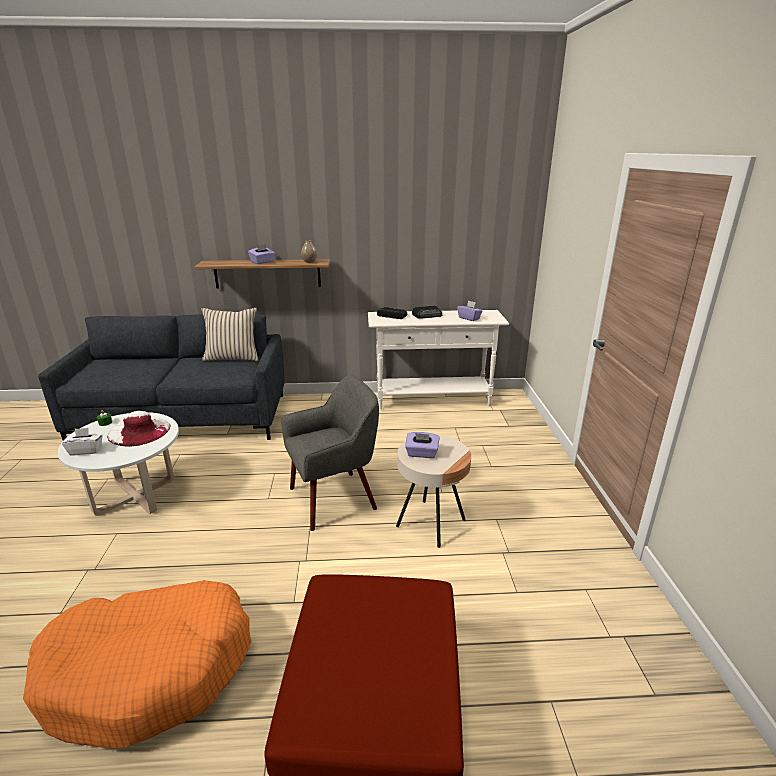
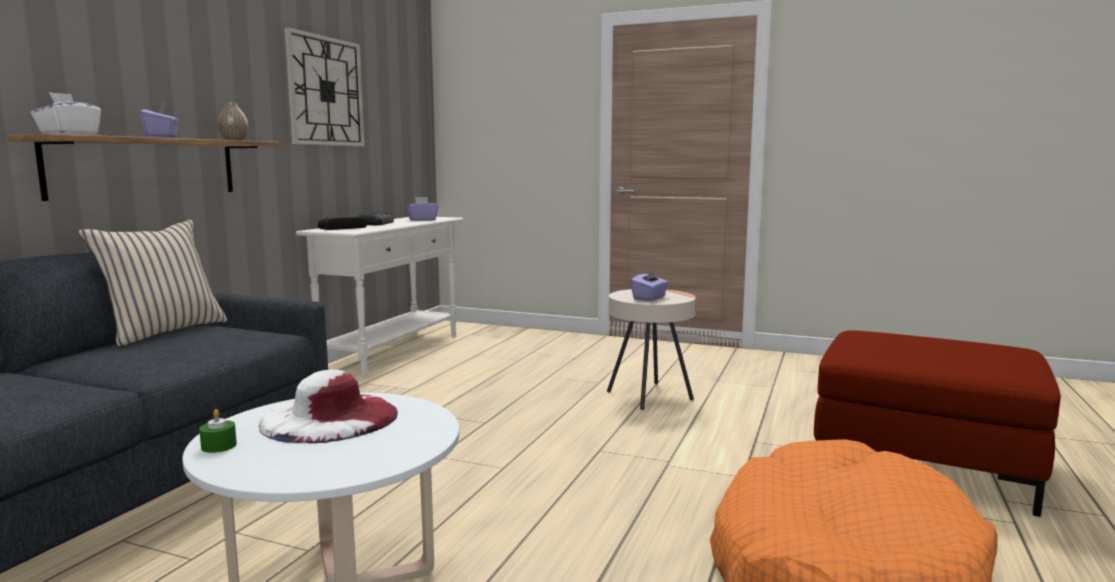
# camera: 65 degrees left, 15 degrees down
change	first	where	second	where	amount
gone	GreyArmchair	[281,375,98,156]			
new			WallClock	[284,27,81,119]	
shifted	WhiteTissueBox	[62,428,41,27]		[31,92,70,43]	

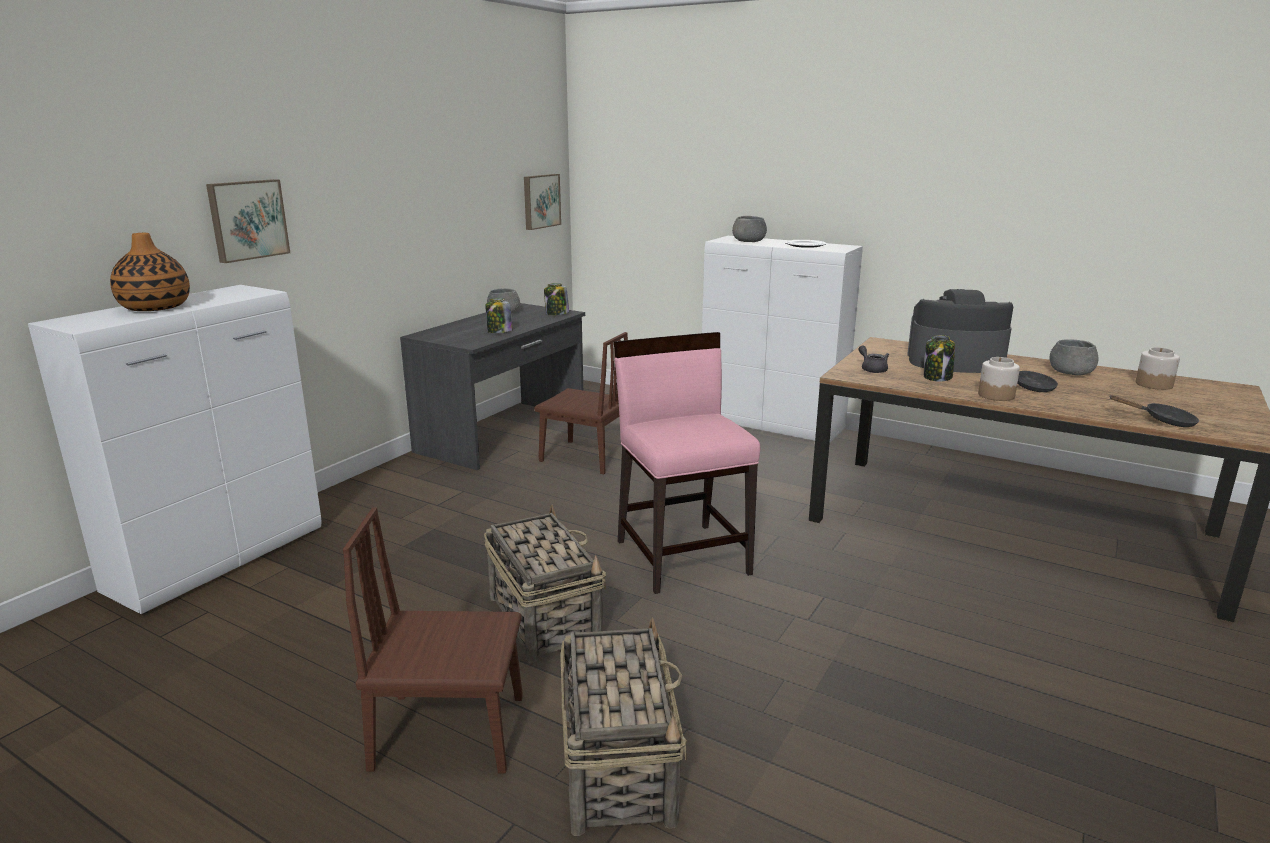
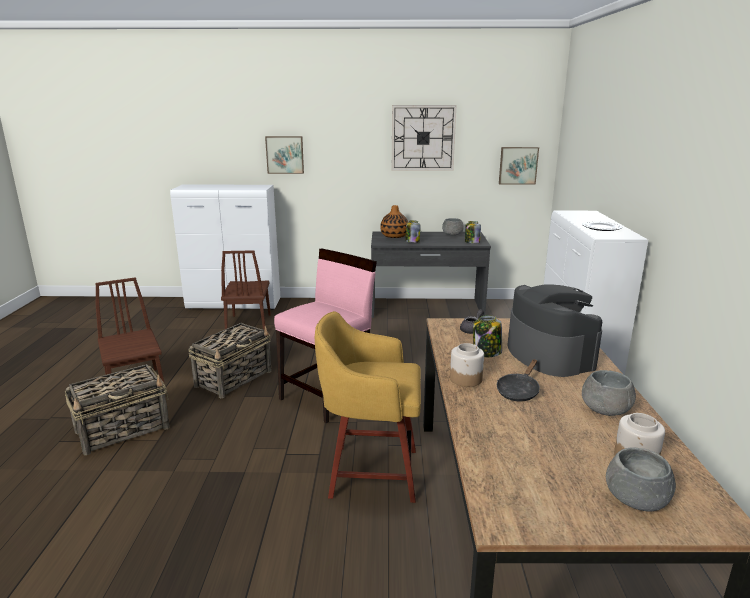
# camera: 60 degrees right, 0 degrees up
change	first	where	second	where	amount
gone	BlackFryingPan	[1110,395,89,32]			
new			YellowStool	[315,311,106,192]	
new			WallClock	[392,105,64,66]	
shifted	Vase	[110,233,80,78]		[380,205,28,33]	
shifted	BrownChair	[534,332,94,142]		[221,250,50,80]	
shifted	GreyBowl	[732,216,35,26]		[606,447,70,65]	

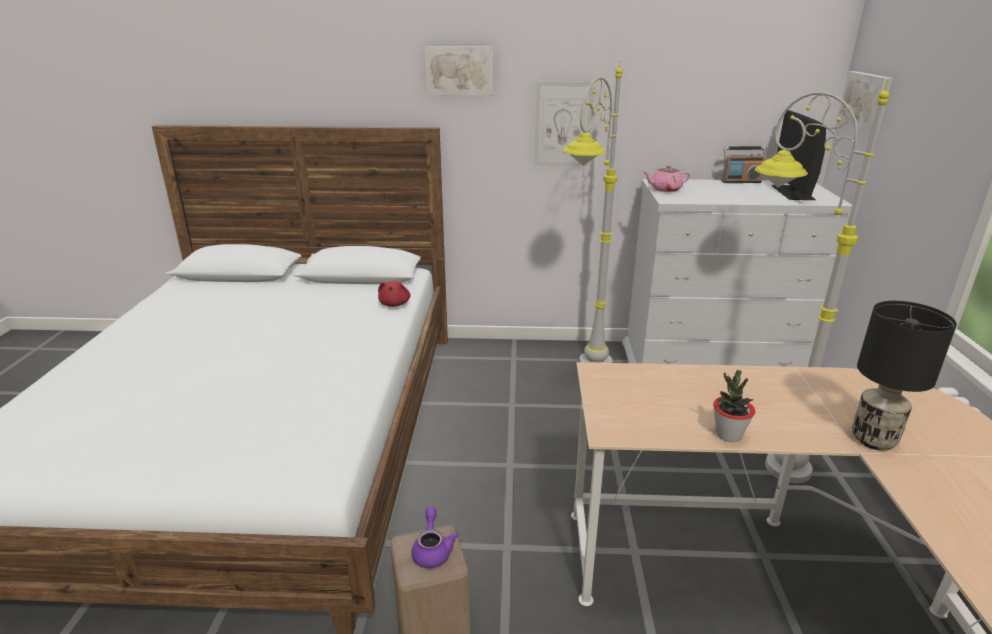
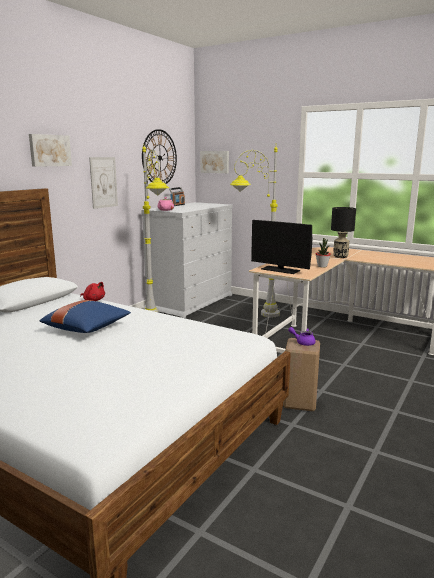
# camera: 60 degrees left, 10 degrees down
change	first	where	second	where	amount
new			BluePillow	[40,300,91,33]	
new			WallClock	[142,129,35,55]	
shifted	Monitor	[772,110,54,90]		[251,220,61,54]	

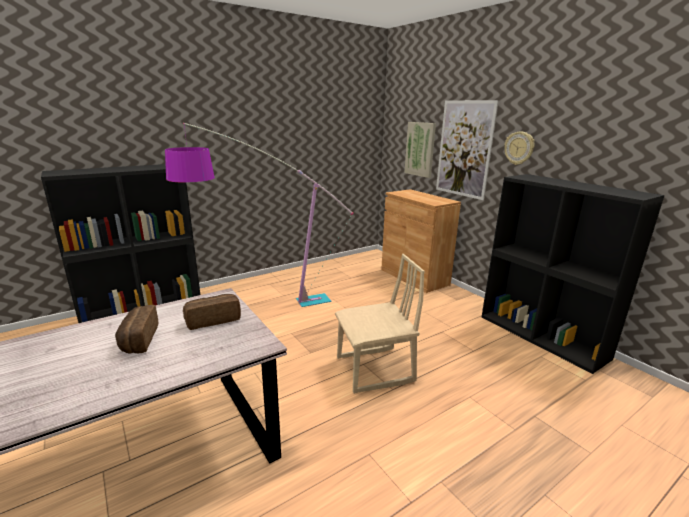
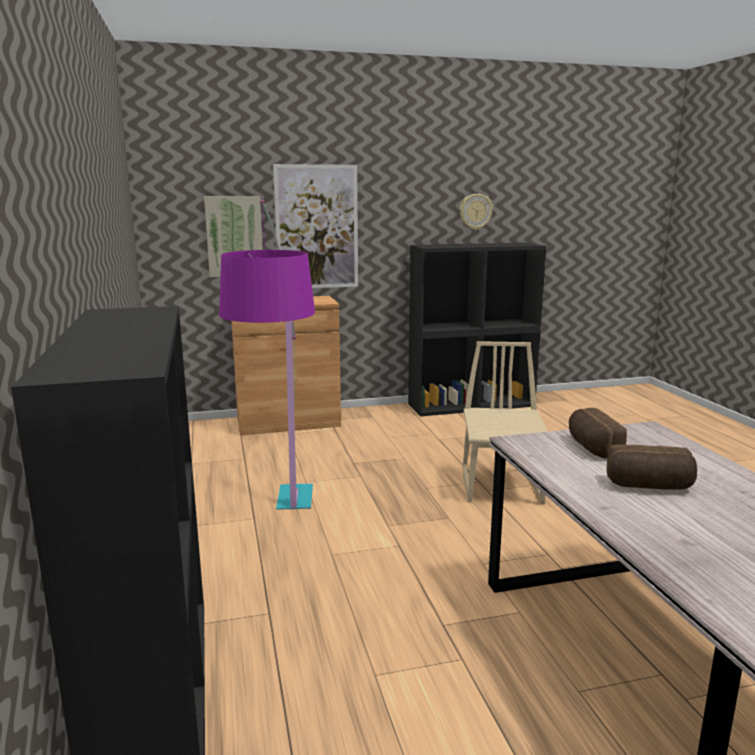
# camera: 70 degrees left, 5 degrees down
change	first	where	second	where	amount
shifted	WallClock	[504,131,31,34]		[460,194,33,36]	

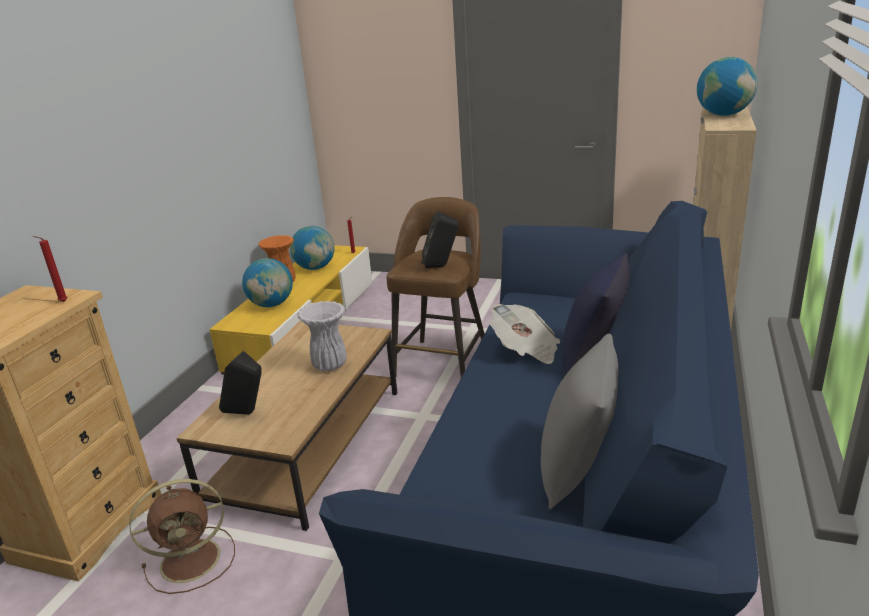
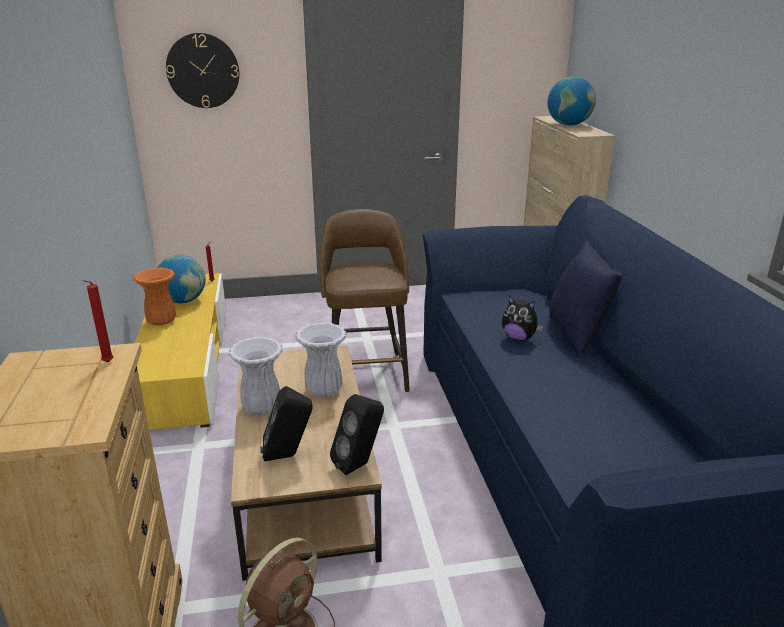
# camera: 30 degrees left, 0 degrees up
change	first	where	second	where	amount
gone	Globe	[242,258,51,49]			
gone	GreyPillow	[541,334,77,176]			
new			WallClock	[166,33,73,75]	
new			WhiteVase	[229,337,54,78]	
shifted	BlackSpeaker	[421,211,38,57]		[330,394,54,81]	
swapped	Newspaper	[489,304,71,60]	PlushToy	[502,296,41,45]	

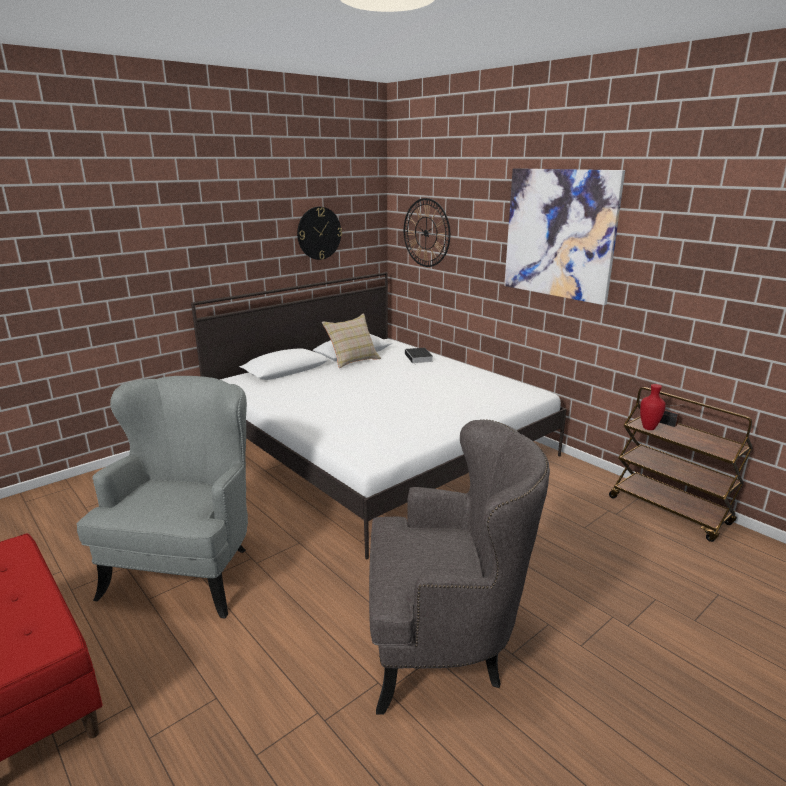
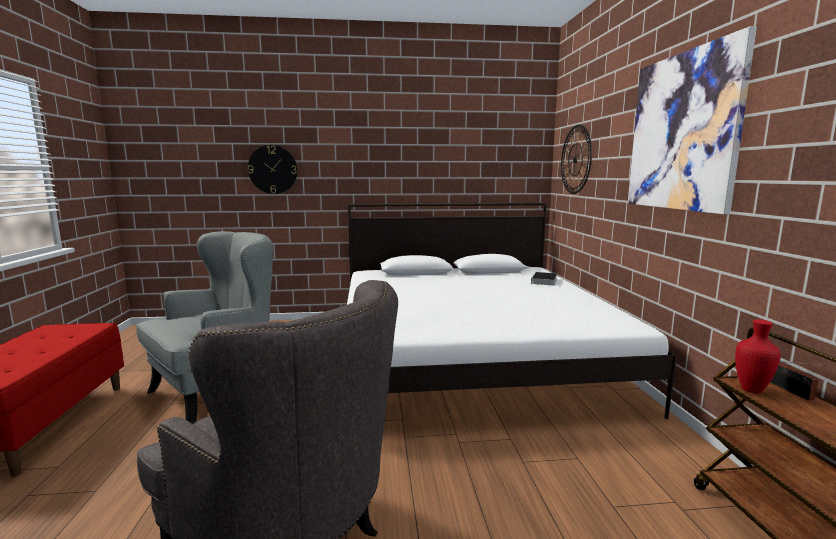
# camera: 35 degrees right, 10 degrees down
change	first	where	second	where	amount
gone	BeigePillow	[322,313,59,55]			
shifted	WallClock	[297,207,45,53]		[248,145,49,49]	

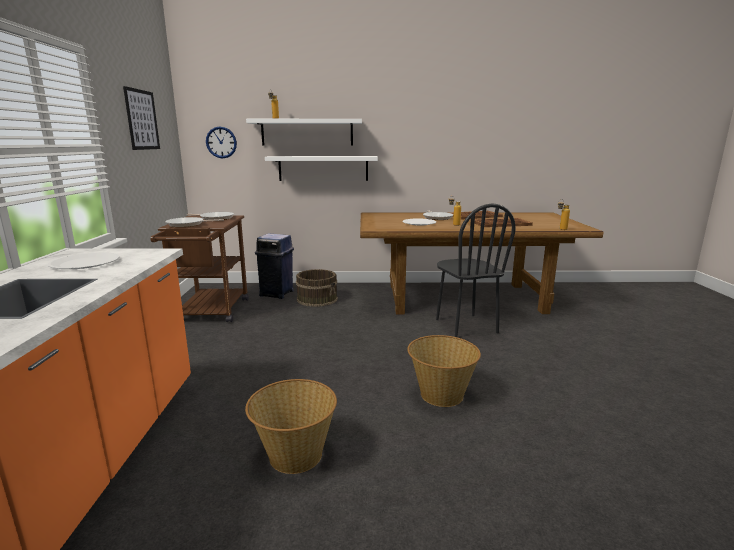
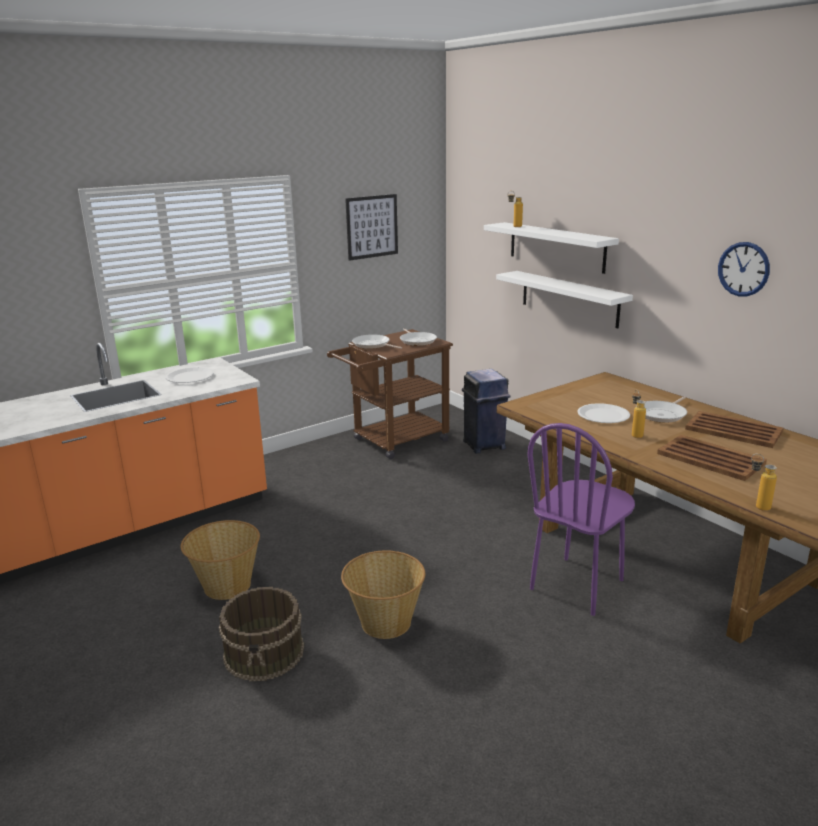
# camera: 55 degrees right, 5 degrees up
change	first	where	second	where	amount
shifted	WallClock	[206,126,31,32]		[718,242,52,55]	
shifted	BrownBucket	[296,269,42,38]		[219,587,85,94]	
repainted	BlackChair	[436,204,80,133]	PurpleChair	[527,423,108,193]	

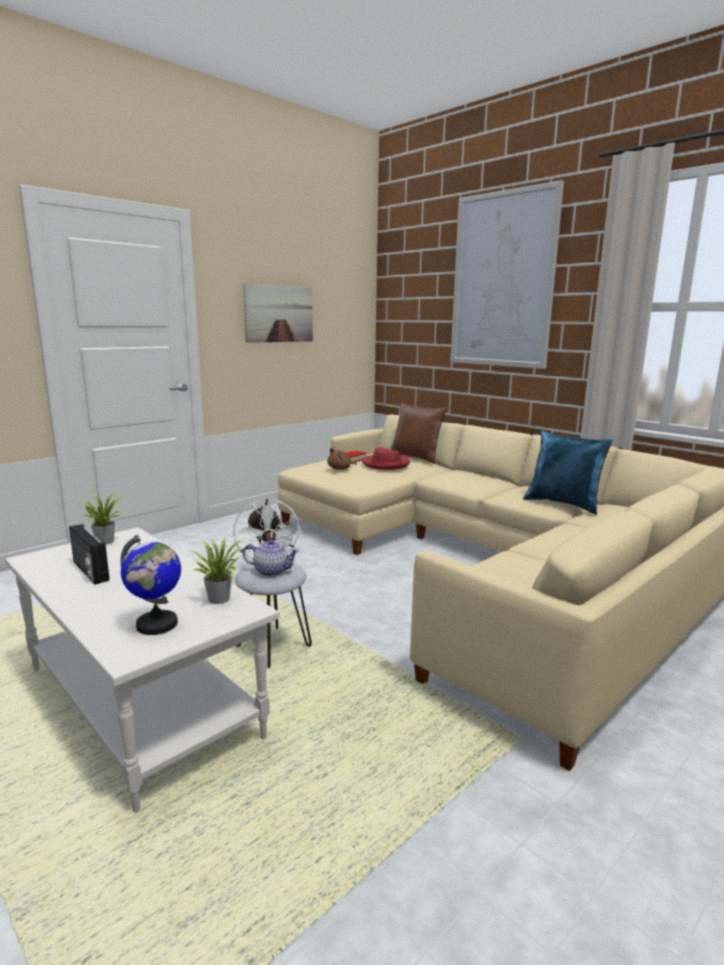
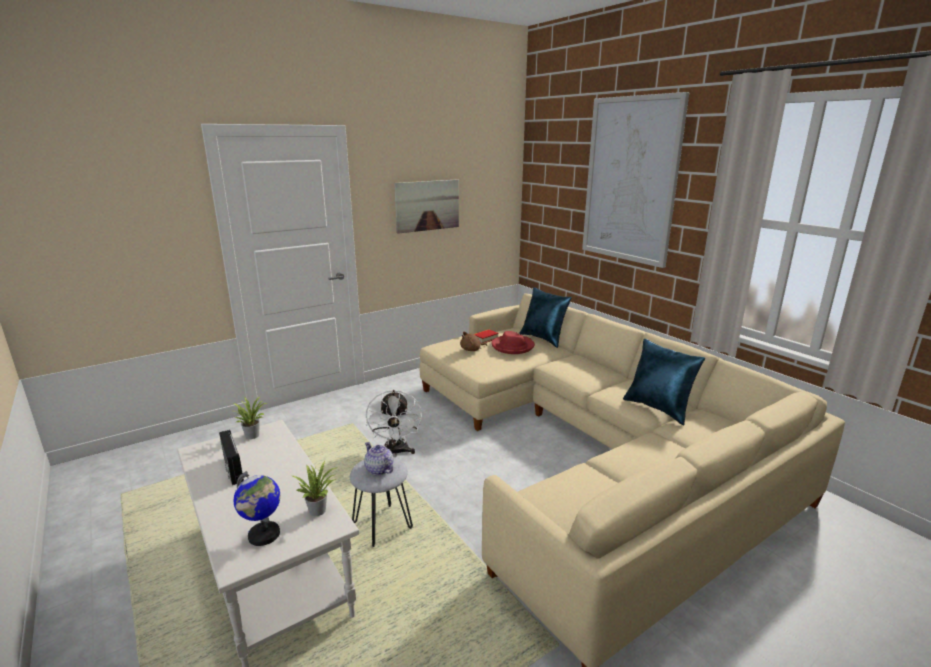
# camera: 10 degrees right, 5 degrees up
change	first	where	second	where	amount
repainted	BrownPillow	[390,403,57,61]	BluePillow	[519,287,53,61]	
rotated	Teapot	[243,539,56,37]		[364,442,29,33]	150 degrees counterclockwise

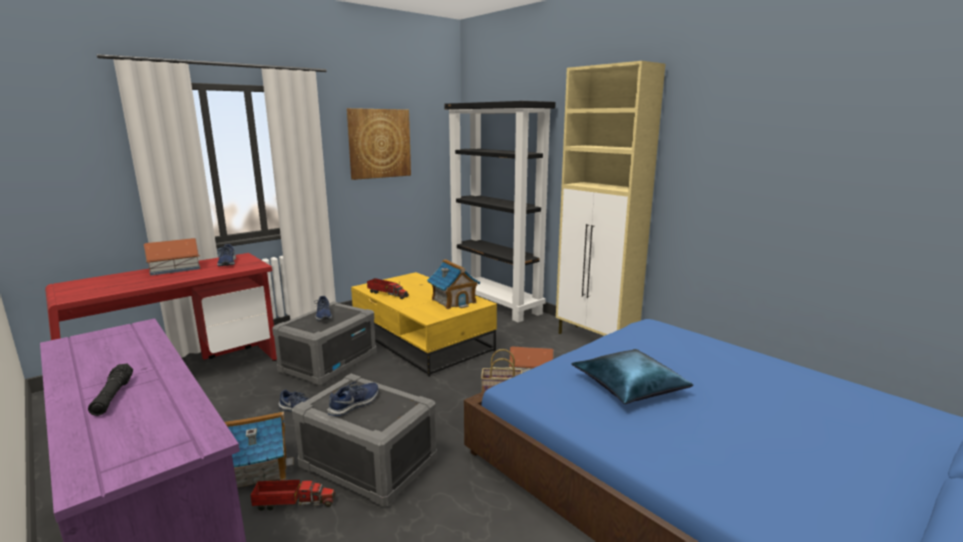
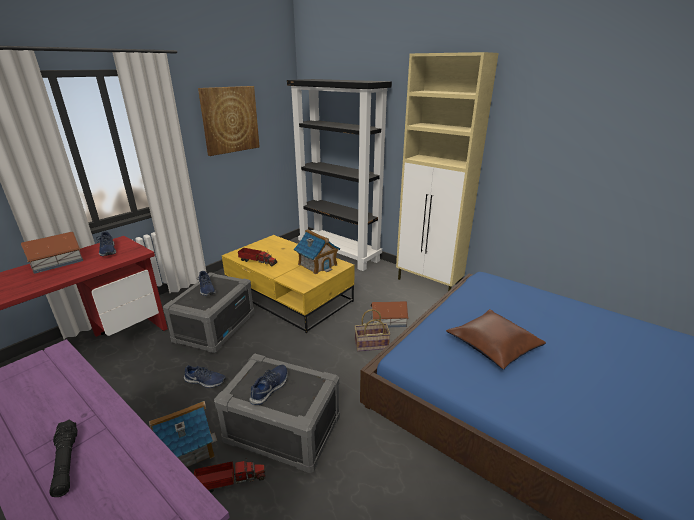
# camera: 10 degrees left, 10 degrees up
change	first	where	second	where	amount
repainted	BluePillow	[571,349,122,55]	BrownPillow	[446,309,100,60]	

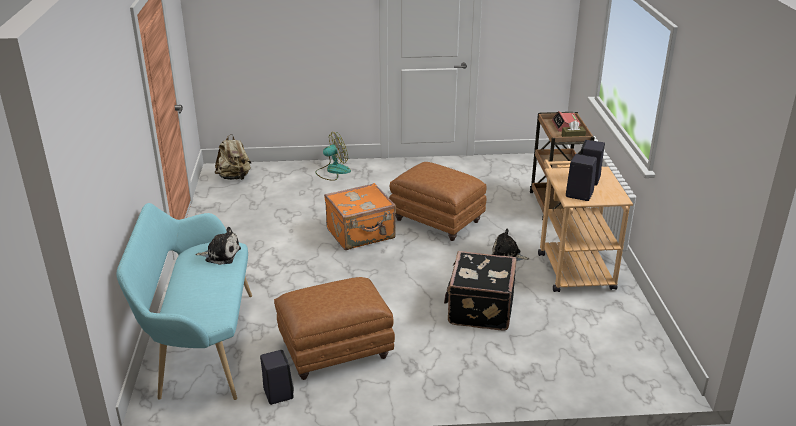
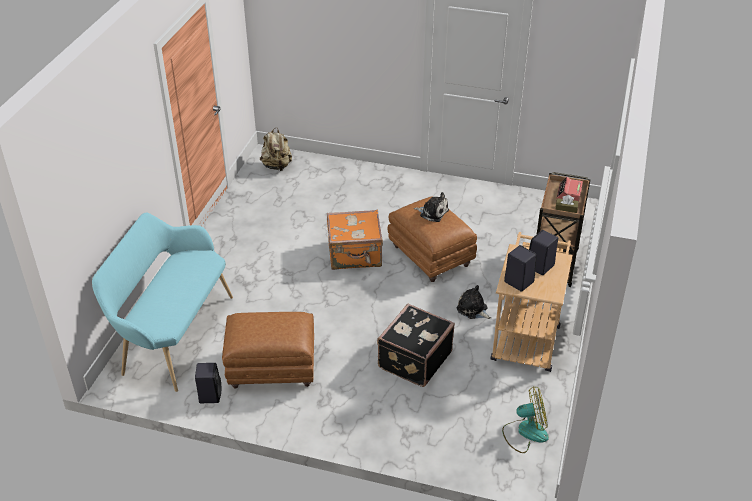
# camera: 20 degrees right, 10 degrees up
change	first	where	second	where	amount
shifted	PlushToy	[195,227,46,38]		[414,192,35,30]	
shifted	Fan	[315,132,36,49]		[502,386,47,67]	

